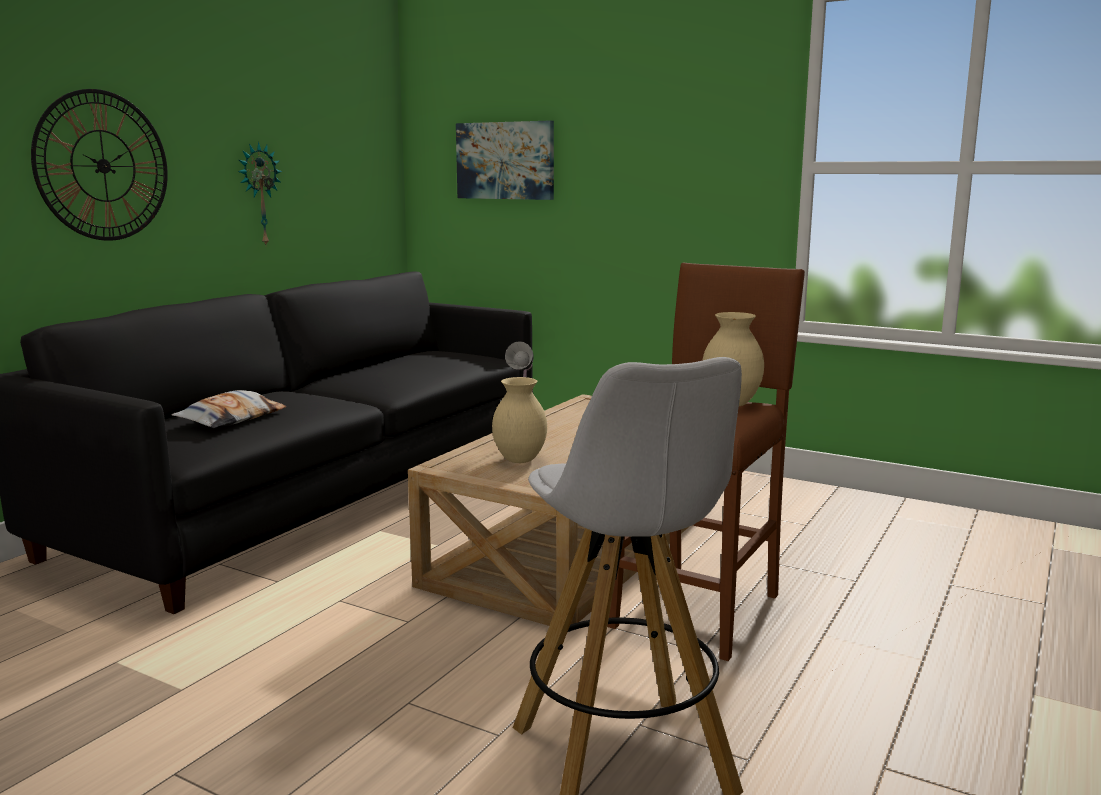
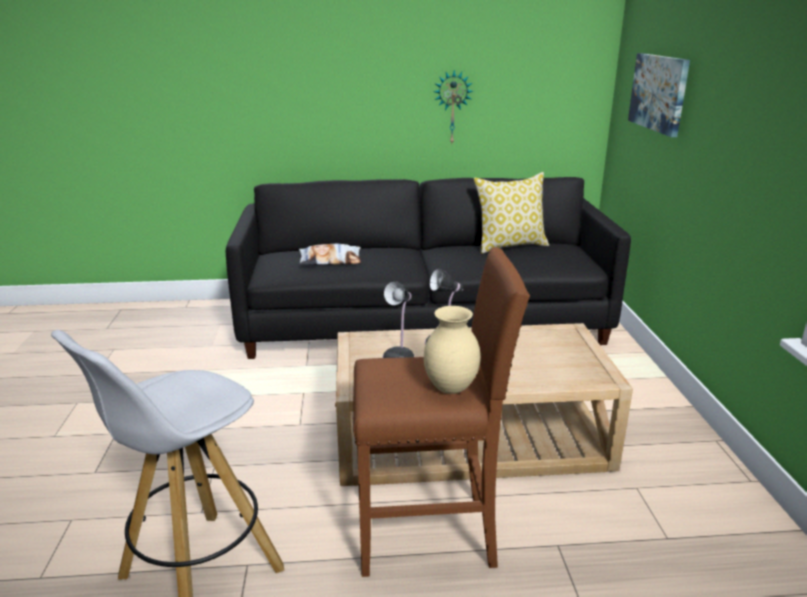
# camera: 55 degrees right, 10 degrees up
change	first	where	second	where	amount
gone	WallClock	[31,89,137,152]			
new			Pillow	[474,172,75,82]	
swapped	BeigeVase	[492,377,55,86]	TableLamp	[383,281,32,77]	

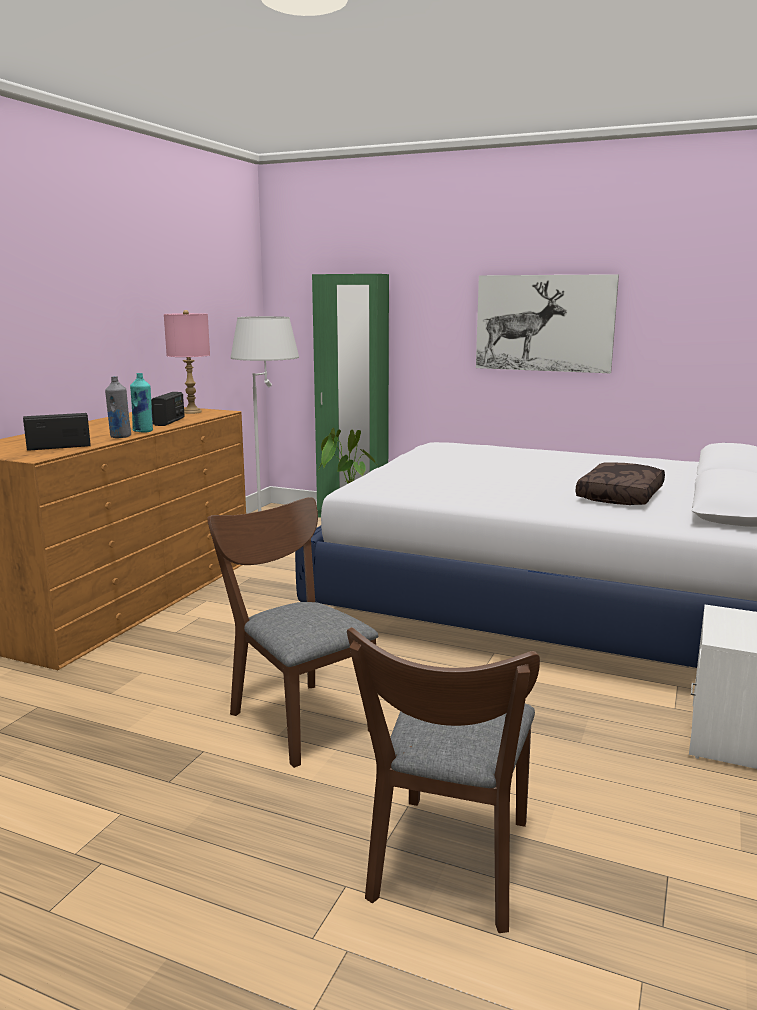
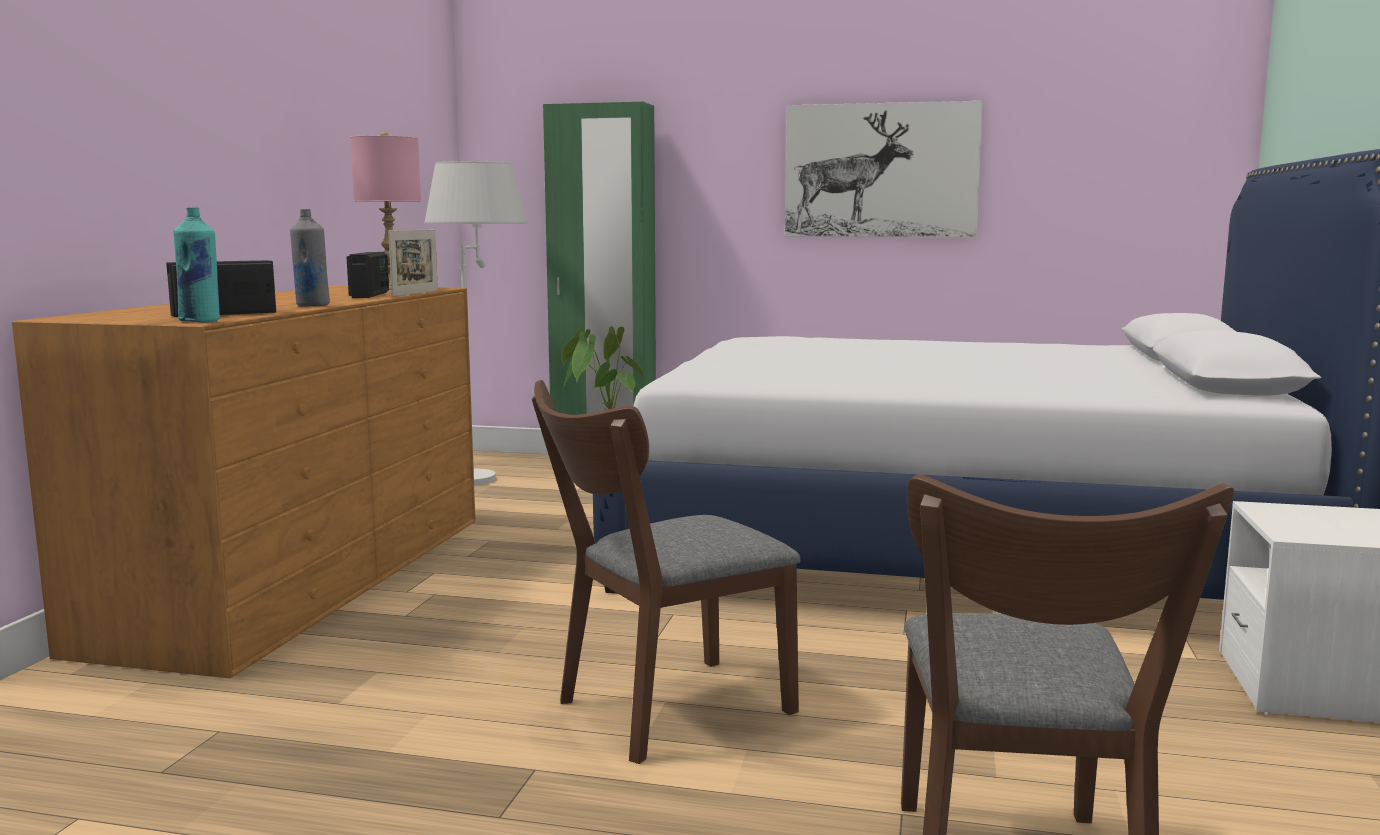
# camera: 10 degrees left, 5 degrees down
change	first	where	second	where	amount
gone	BrownPillow	[575,462,90,43]			
new			PictureFrame	[388,230,50,66]	
shifted	TurquoiseBottle	[130,373,23,60]		[173,207,47,116]	
rotated	BrownChair	[207,497,171,271]		[532,380,269,384]	75 degrees counterclockwise

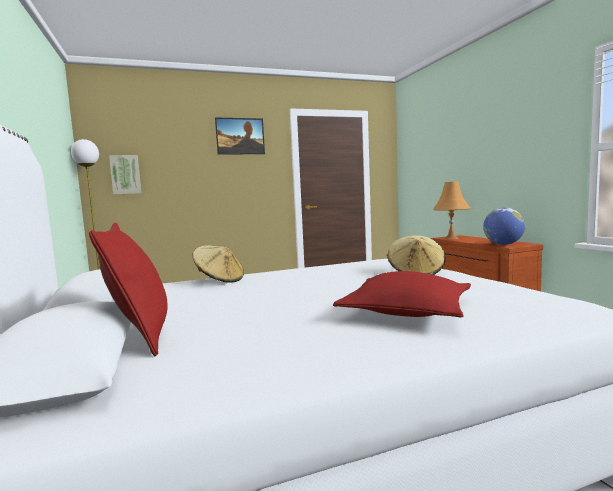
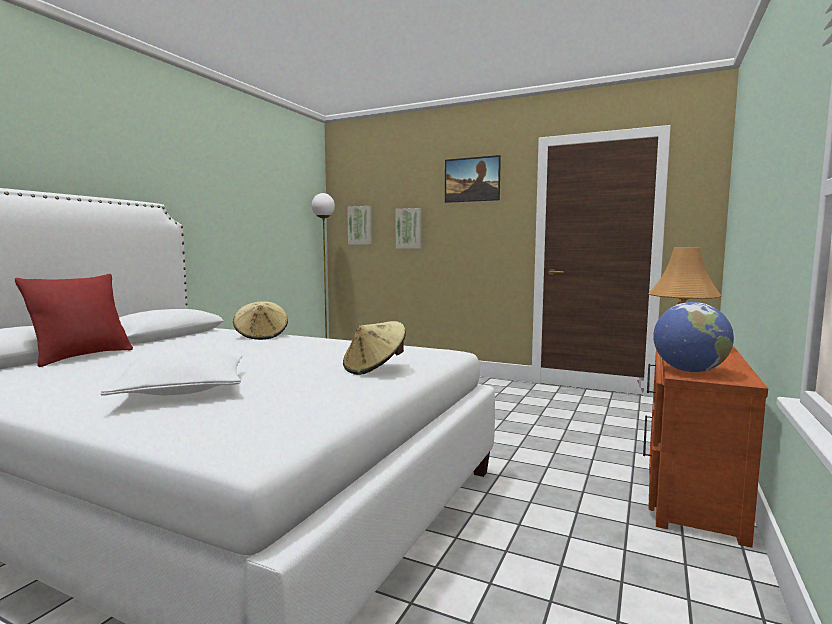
# camera: 45 degrees right, 0 degrees up
change	first	where	second	where	amount
new			Picture	[396,208,25,41]	
repainted	RedPillow	[333,271,138,47]	WhitePillow	[101,348,141,48]	

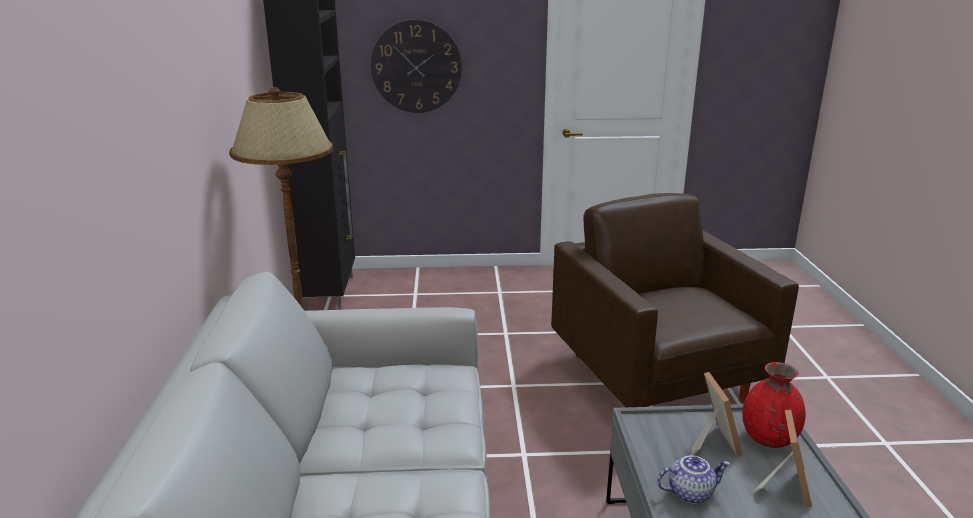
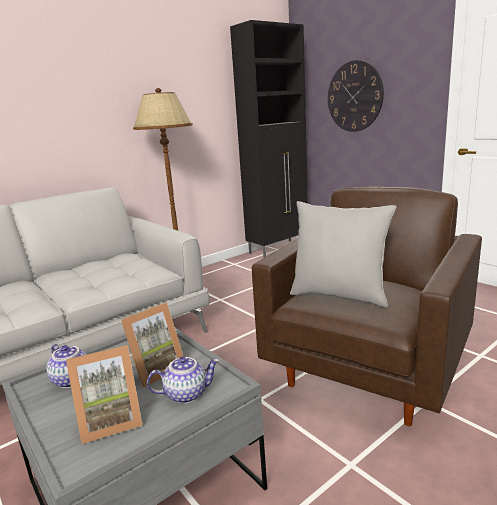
# camera: 55 degrees right, 5 degrees down
change	first	where	second	where	amount
new			GreyPillow	[290,201,106,107]	
swapped	RedVase	[742,362,64,86]	Teapot	[147,357,72,47]	

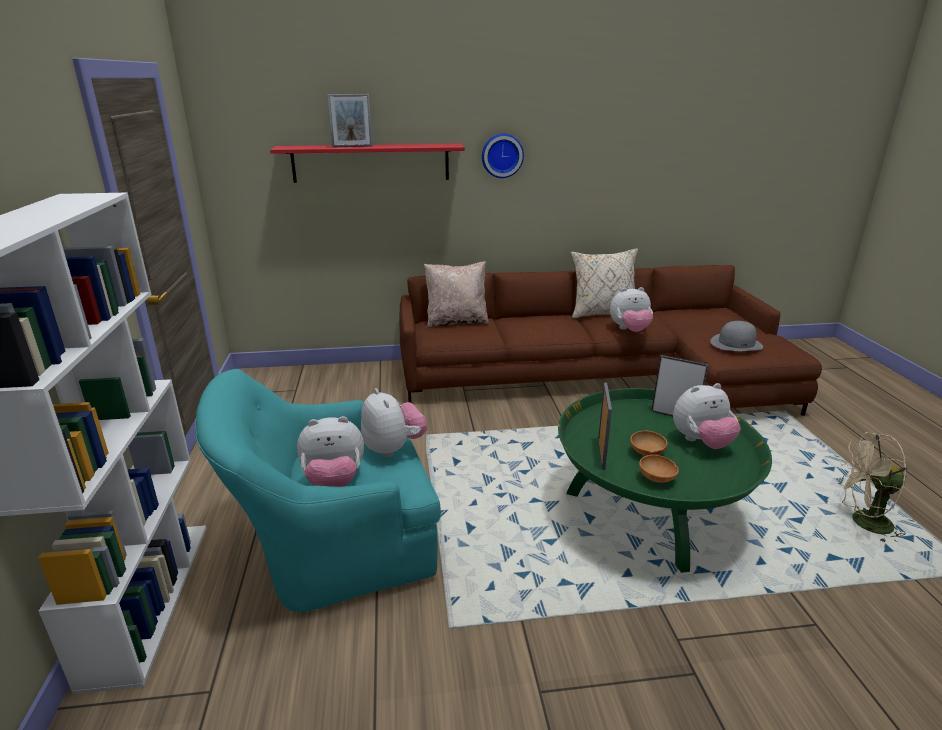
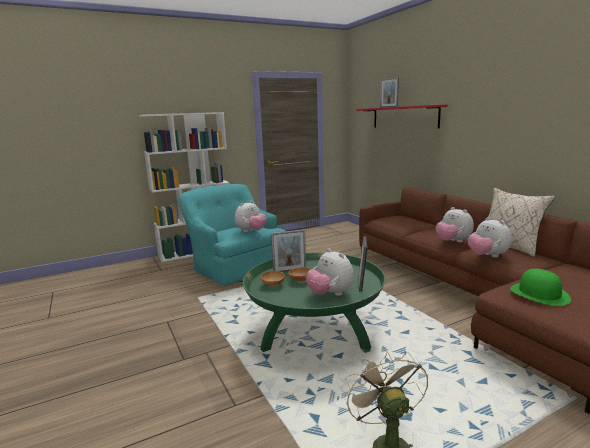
# camera: 70 degrees right, 10 degrees down
change	first	where	second	where	amount
gone	BeigePillow	[424,261,65,66]			
gone	WallClock	[482,134,42,44]			
shifted	PlushToy	[297,416,67,71]		[436,207,38,36]	
repainted	GreyHat	[710,321,53,30]	GreenHat	[510,269,61,37]	

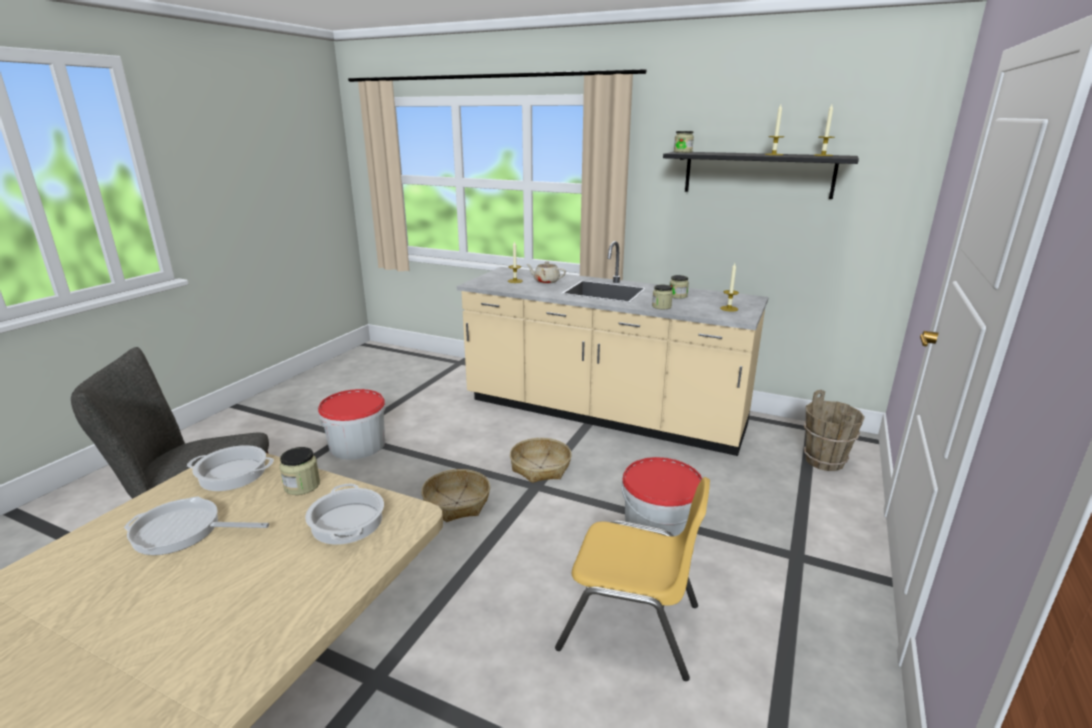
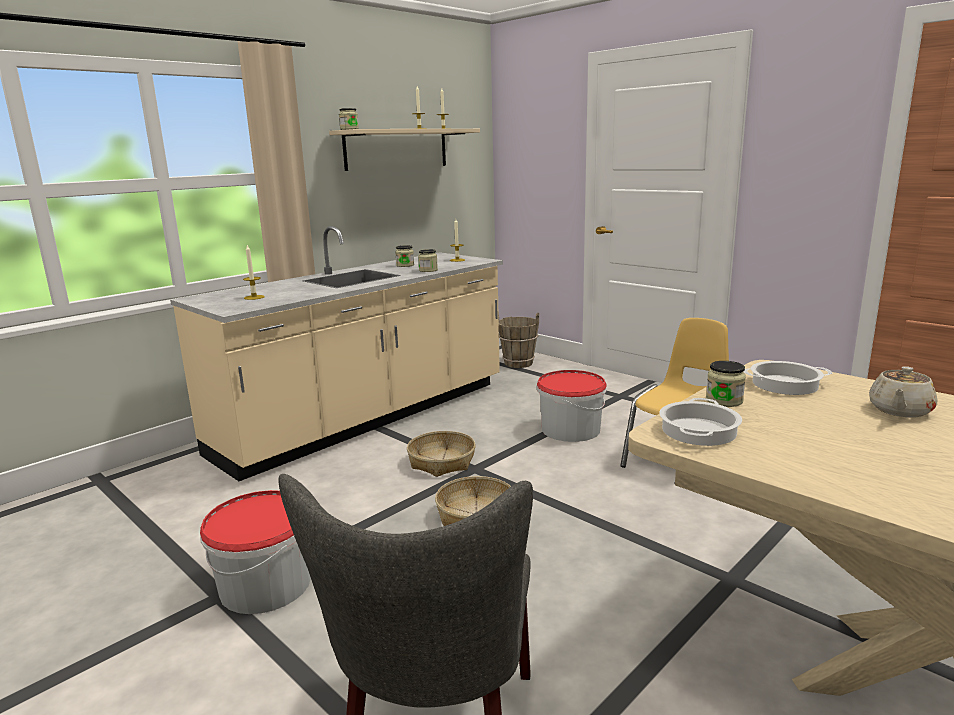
# camera: 70 degrees left, 5 degrees down
change	first	where	second	where	amount
gone	FryingPan	[124,496,145,59]			
shifted	BeigeTeapot	[526,261,40,23]		[869,366,68,51]	
repainted	BlackShelf	[663,152,196,47]	BeigeShelf	[329,129,151,42]	

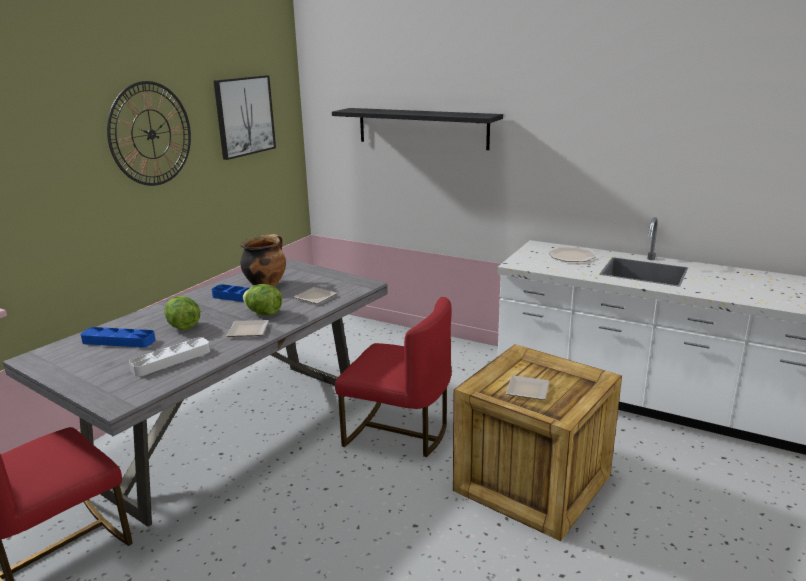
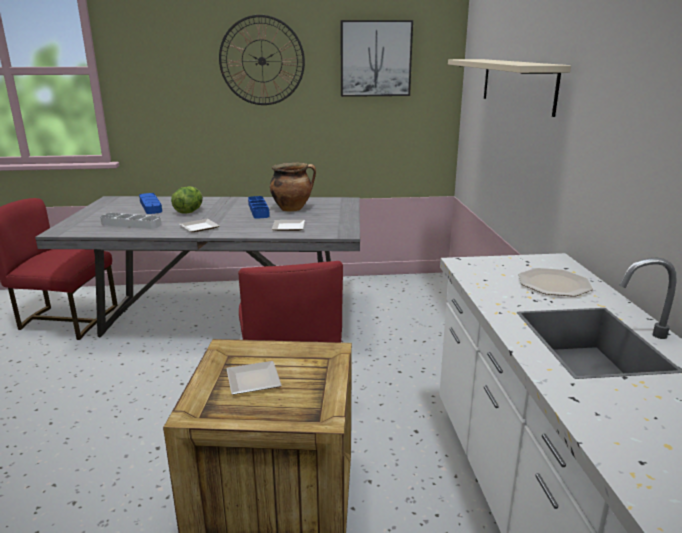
# camera: 55 degrees right, 0 degrees up
change	first	where	second	where	amount
gone	Lettuce	[243,284,39,31]			
repainted	BlackShelf	[332,108,171,42]	BeigeShelf	[448,59,123,58]	

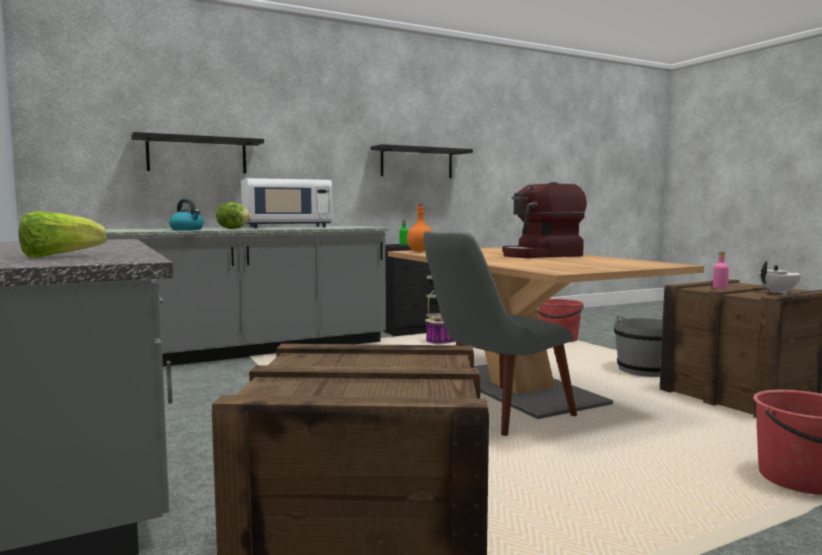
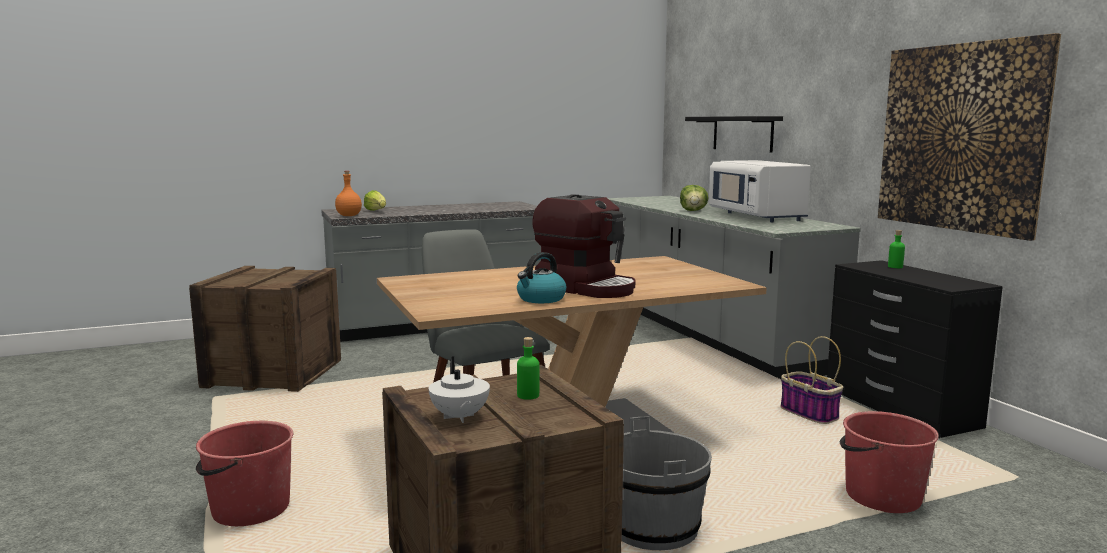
# camera: 95 degrees right, 5 degrees up
change	first	where	second	where	amount
shifted	Kettle	[169,199,35,31]		[517,252,49,51]	
shifted	OrangeBottle	[407,203,26,49]		[335,171,27,45]	
swapped	BlackShelf	[371,144,102,34]	Picture	[878,33,183,208]	
repainted	PinkBottle	[713,251,16,38]	GreenBottle	[517,337,22,63]	
rotated	CoffeeMachine	[502,182,85,76]		[532,194,103,104]	150 degrees clockwise

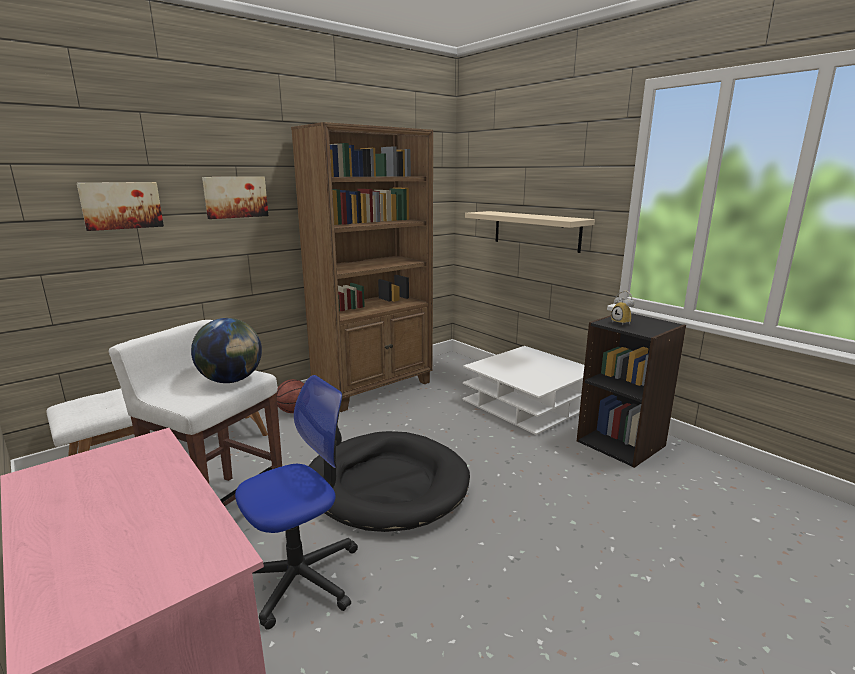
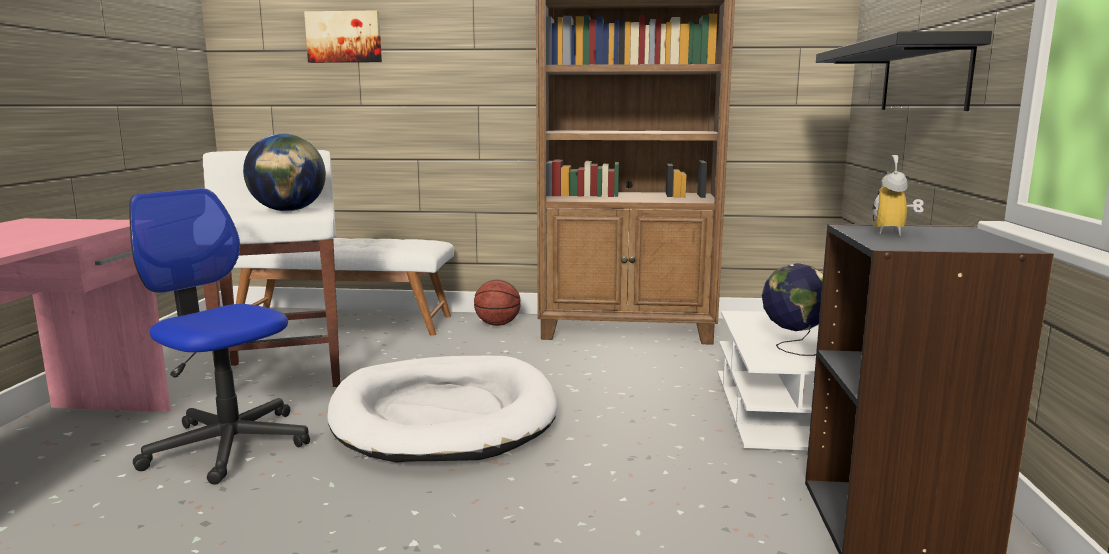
# camera: 45 degrees right, 5 degrees down
change	first	where	second	where	amount
gone	Picture	[202,177,66,42]			
new			Globe	[762,263,61,93]	
repainted	BlackDogBed	[309,431,161,101]	WhiteDogBed	[327,356,231,107]	
repainted	BeigeShelf	[465,211,130,42]	BlackShelf	[816,31,176,80]	
rotated	OfficeChair	[235,375,123,255]		[129,188,181,297]	150 degrees counterclockwise

